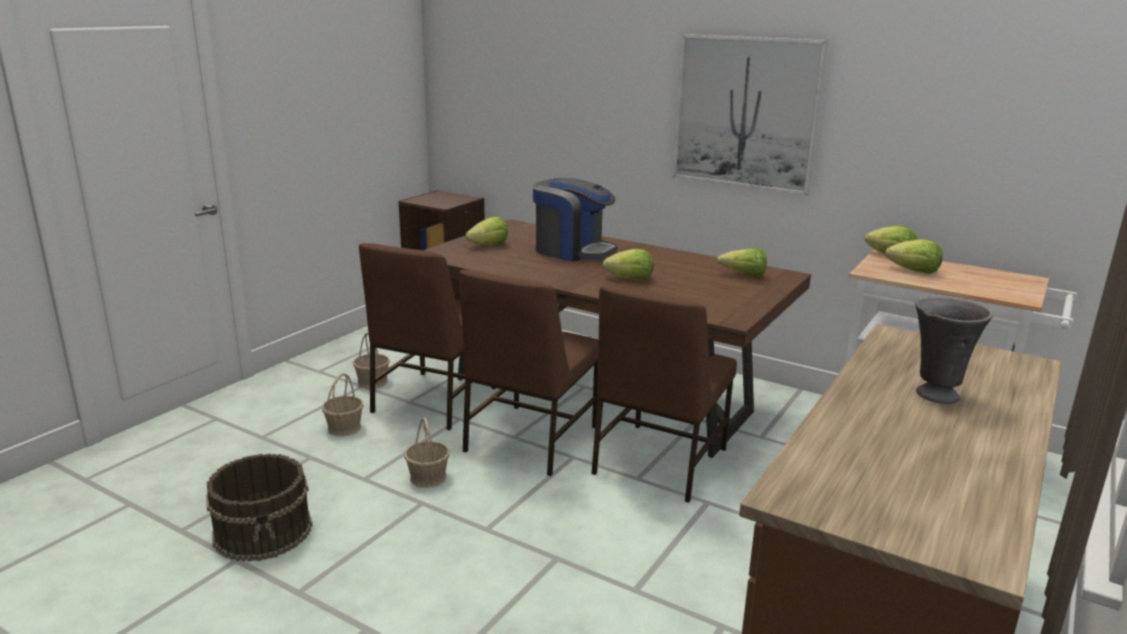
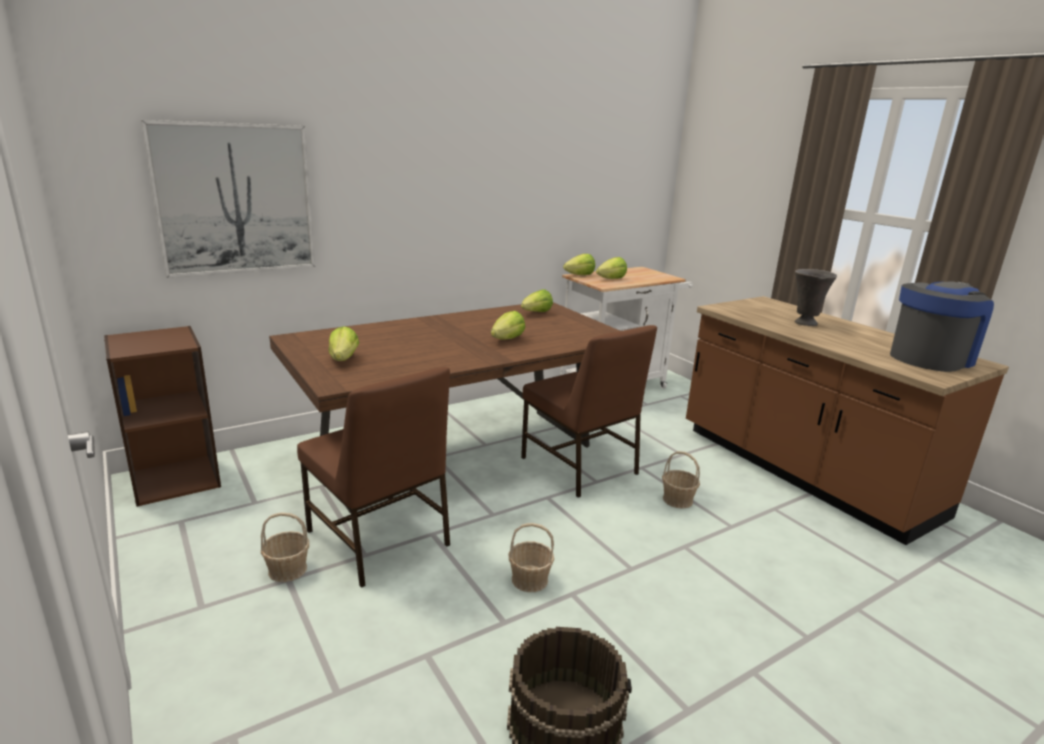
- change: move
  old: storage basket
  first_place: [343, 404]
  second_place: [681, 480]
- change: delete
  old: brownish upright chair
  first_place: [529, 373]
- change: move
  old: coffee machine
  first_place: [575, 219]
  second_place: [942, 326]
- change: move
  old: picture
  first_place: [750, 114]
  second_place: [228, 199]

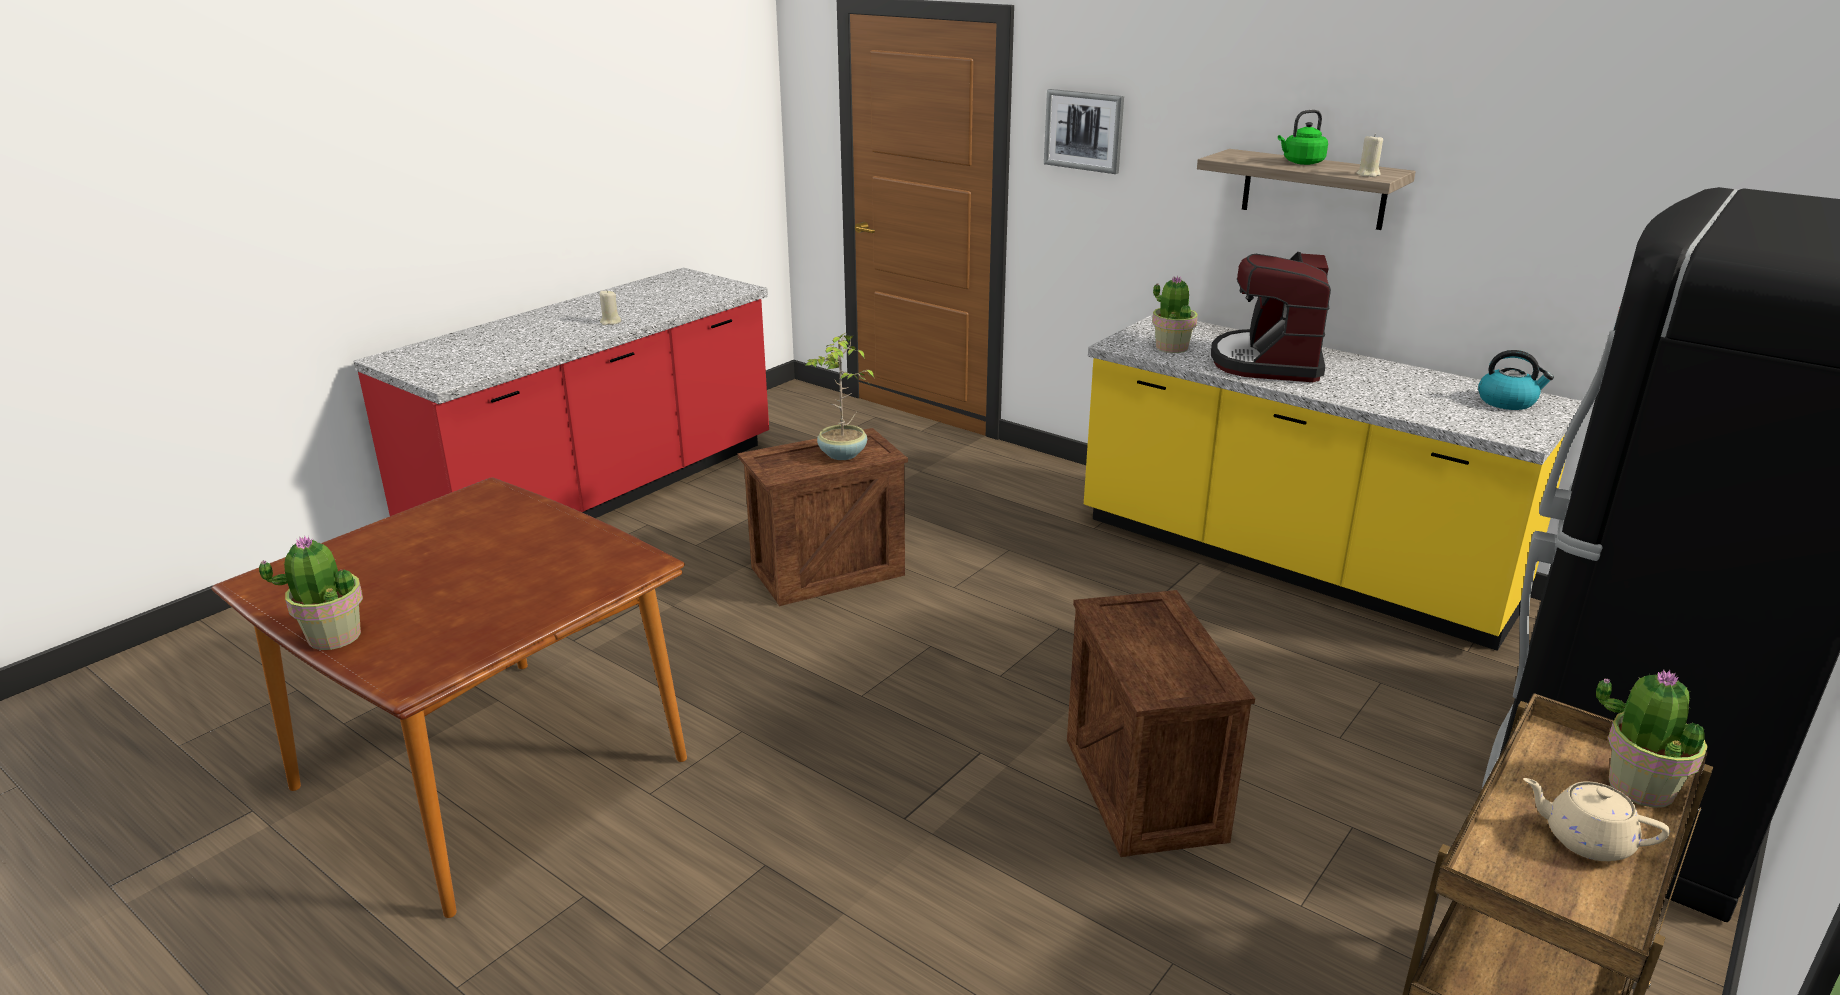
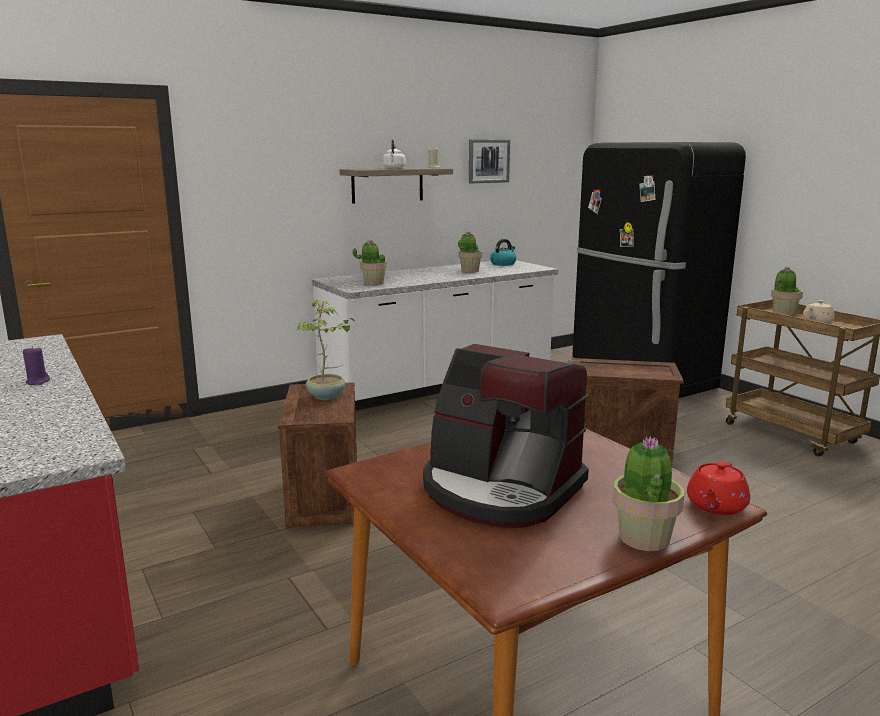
- change: recolor
  old: beige candle
  new: purplish candle
  first_place: [610, 308]
  second_place: [36, 365]
- change: move
  old: picture
  first_place: [1084, 131]
  second_place: [489, 161]
- change: recolor
  old: yellow-coloured counter
  new: whitish counter
  first_place: [1333, 482]
  second_place: [435, 335]
- change: move
  old: coffee machine
  first_place: [1271, 317]
  second_place: [506, 436]
- change: recolor
  old: greenish kettle
  new: whitish kettle
  first_place: [1303, 137]
  second_place: [394, 154]
- change: insert
  new: potted plant
  second_place: [470, 252]
- change: insert
  new: red-coloured tea pot
  second_place: [718, 488]

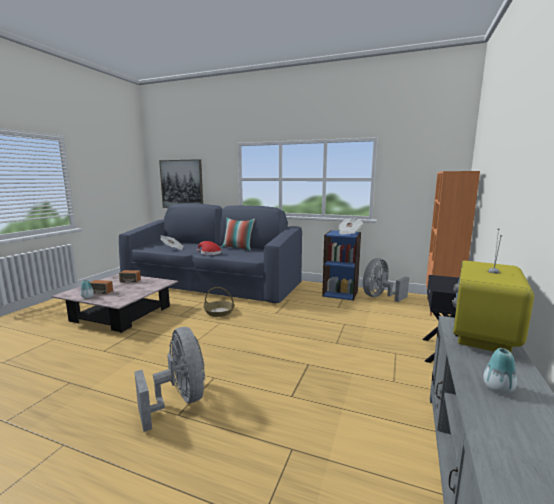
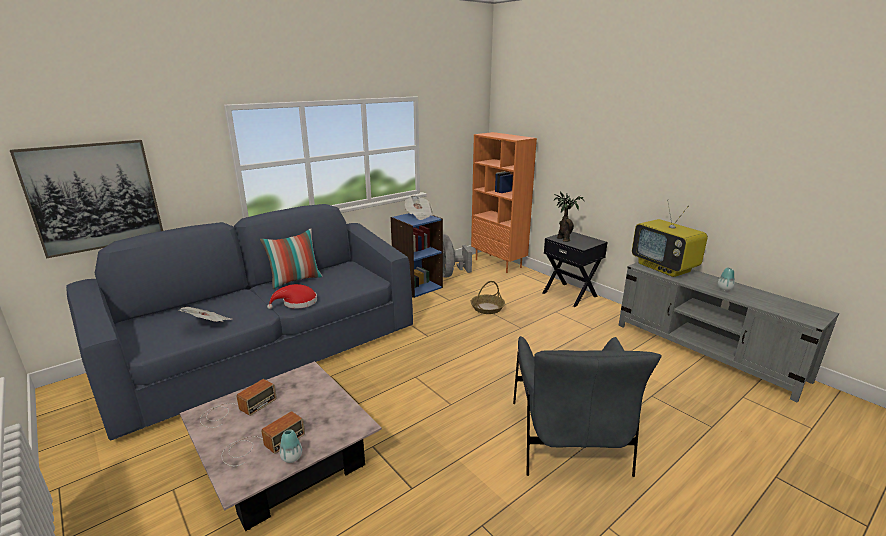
- change: replace
  old: greyish fan
  new: greyish easy chair
  first_place: [169, 379]
  second_place: [587, 406]
- change: move
  old: storage basket
  first_place: [219, 302]
  second_place: [488, 297]
- change: insert
  new: potted plant
  second_place: [568, 217]

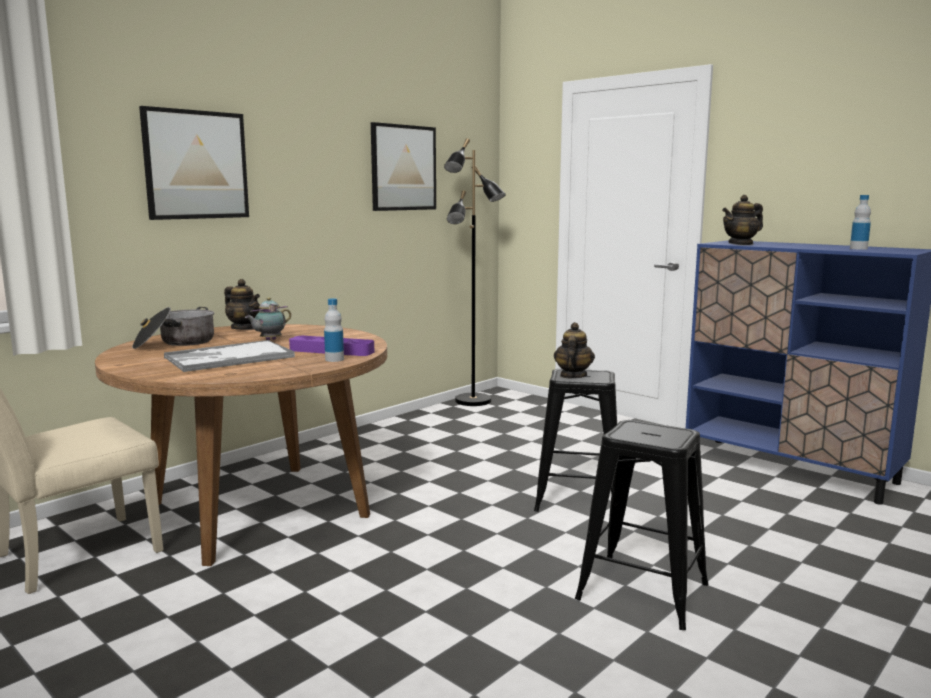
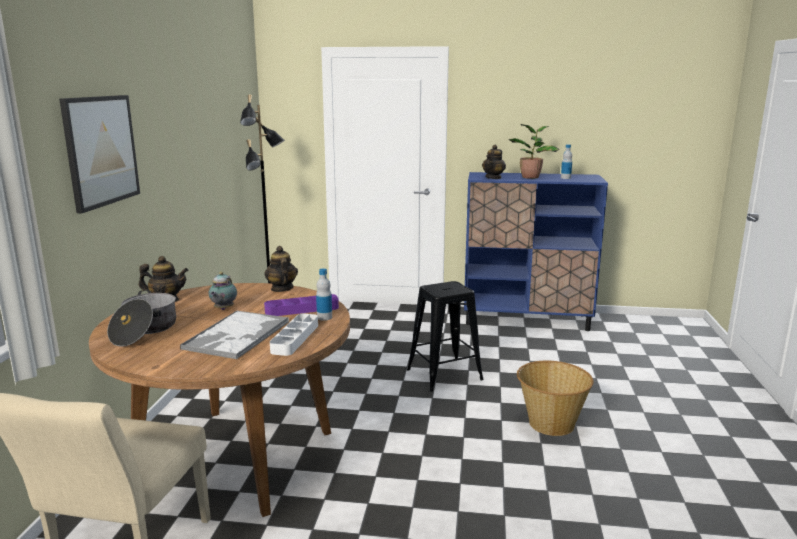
- change: delete
  old: picture
  first_place: [403, 166]
- change: move
  old: tea pot
  first_place: [574, 350]
  second_place: [281, 269]
- change: replace
  old: blackish stool seat
  new: storage basket
  first_place: [642, 525]
  second_place: [555, 398]
- change: insert
  new: whitish carrying tray
  second_place: [294, 335]
- change: insert
  new: potted plant
  second_place: [534, 151]

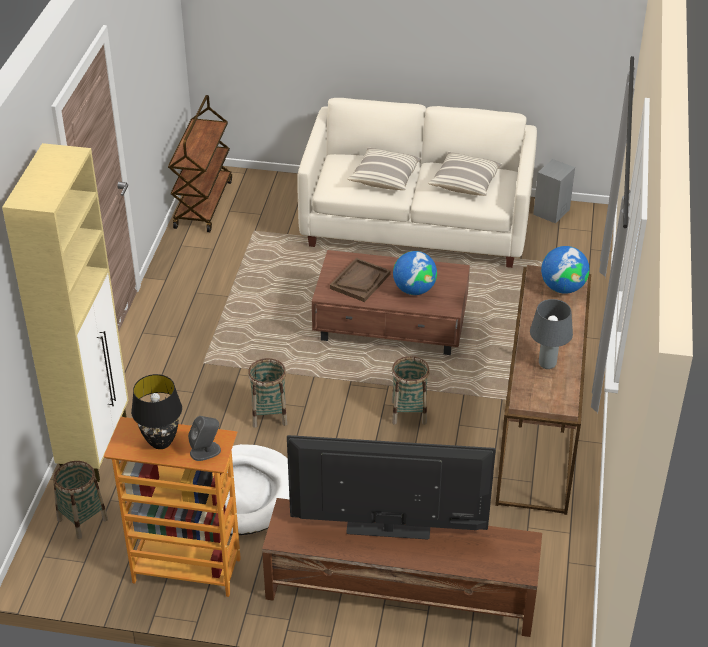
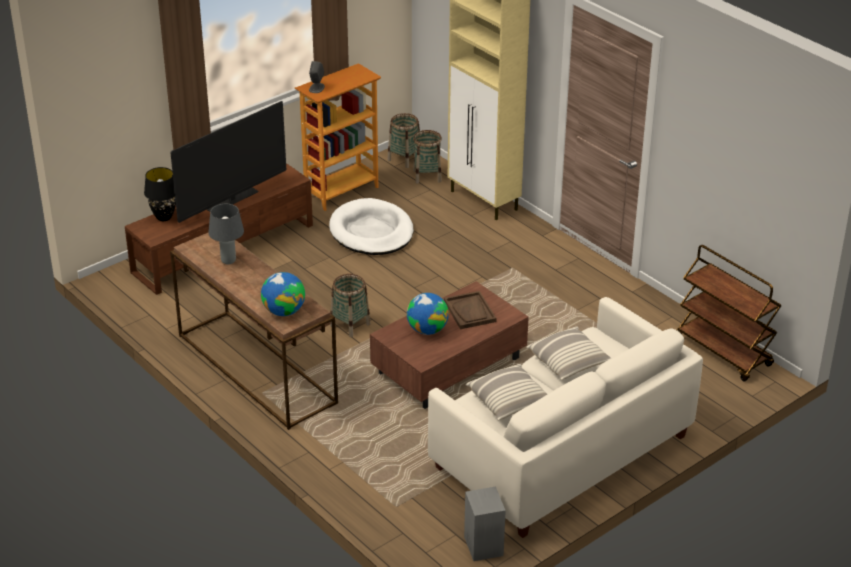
- change: move
  old: blackish lamp for a table
  first_place: [156, 411]
  second_place: [160, 194]
- change: move
  old: storage basket
  first_place: [267, 393]
  second_place: [403, 140]

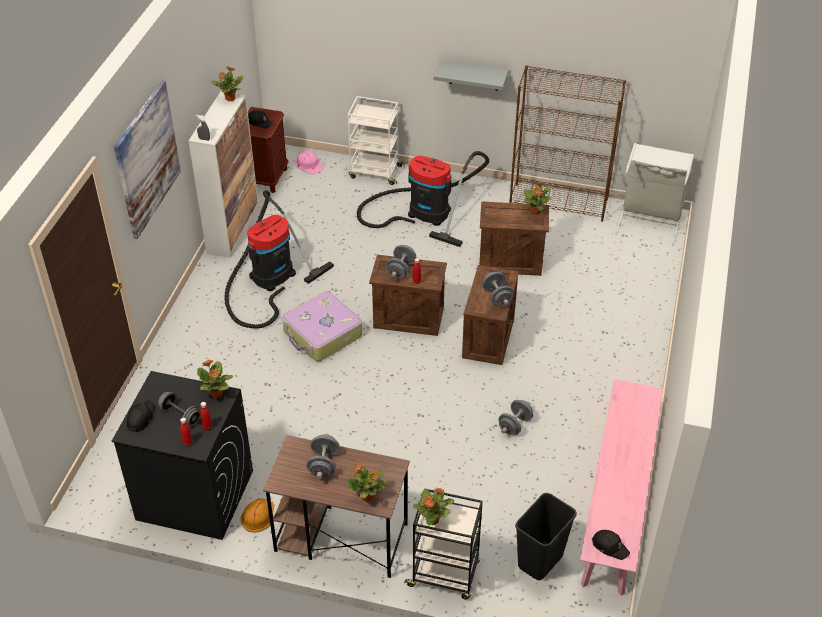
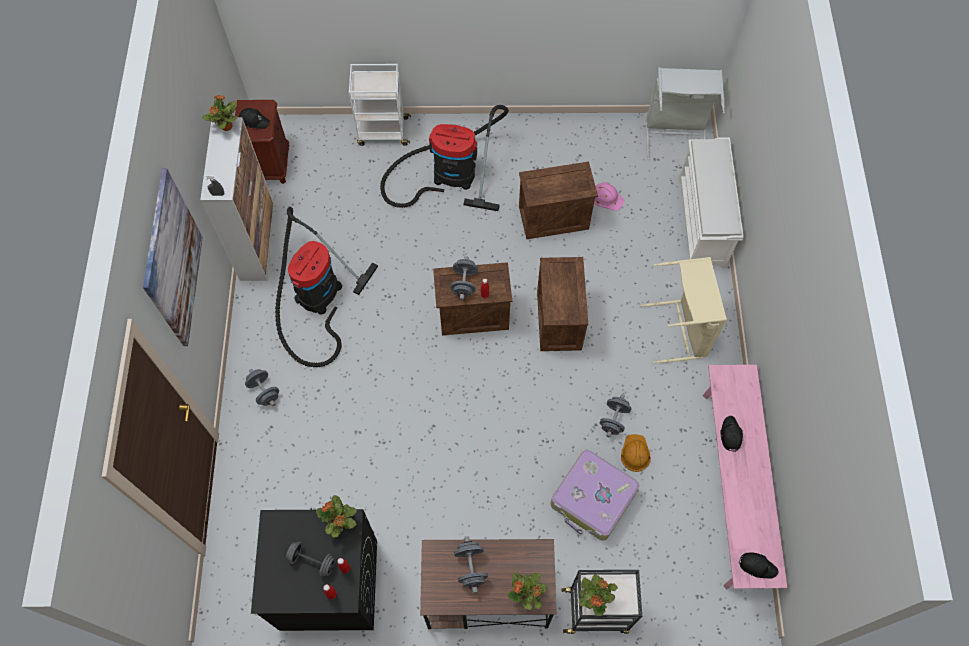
- change: move
  old: blackish peaked cap
  first_place: [141, 416]
  second_place: [731, 434]
- change: move
  old: orangey work helmet
  first_place: [257, 515]
  second_place: [636, 453]
- change: move
  old: travel case
  first_place: [322, 326]
  second_place: [595, 495]
- change: move
  old: pink-coloured work helmet
  first_place: [309, 162]
  second_place: [609, 196]
- change: delete
  old: greyish bracket shelf
  first_place: [471, 75]
- change: move
  old: greyish hand weight
  first_place: [498, 289]
  second_place: [262, 387]
- change: delete
  old: brownish bookshelf
  first_place: [567, 143]
- change: delete
  old: blackish rubbish bin
  first_place: [546, 536]
- change: delete
  old: potted plant
  first_place: [537, 198]
- change: insert
  new: beige hamper
  second_place: [683, 310]
- change: insert
  new: whitish shoe stand
  second_place: [711, 202]

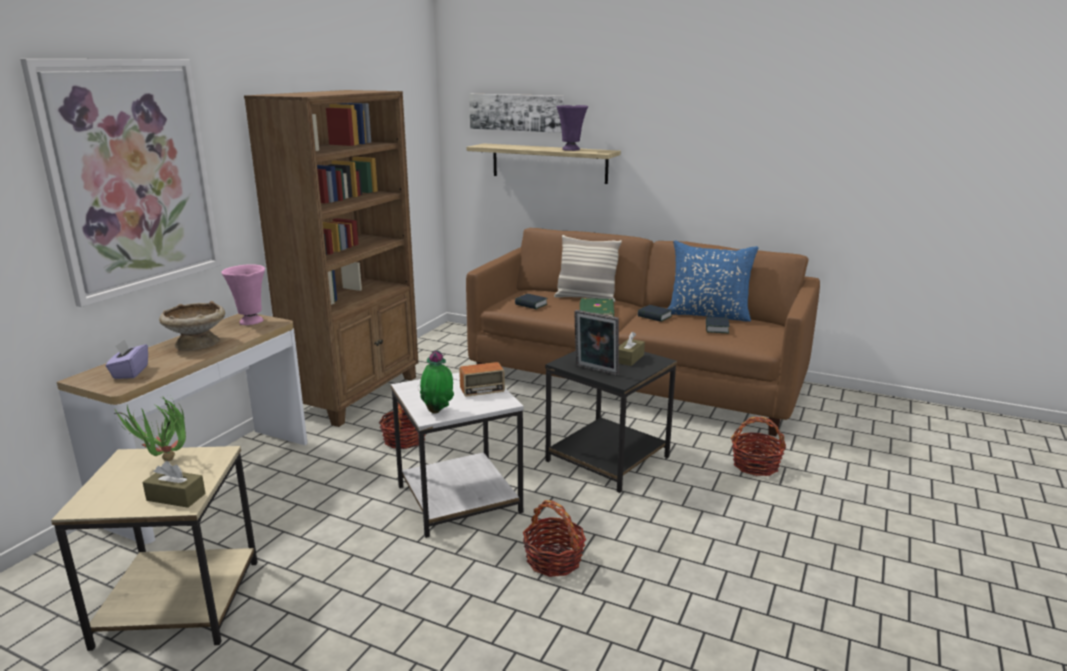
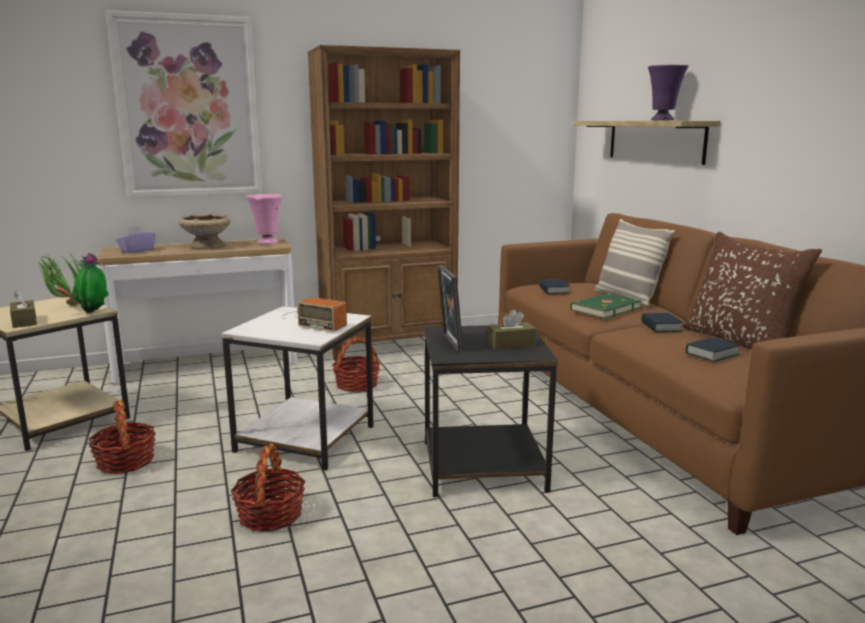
- change: move
  old: potted plant
  first_place: [437, 382]
  second_place: [91, 283]
- change: delete
  old: picture
  first_place: [516, 113]
- change: recolor
  old: blue pillow
  new: brownish pillow
  first_place: [712, 281]
  second_place: [752, 291]
- change: move
  old: storage basket
  first_place: [758, 446]
  second_place: [122, 437]

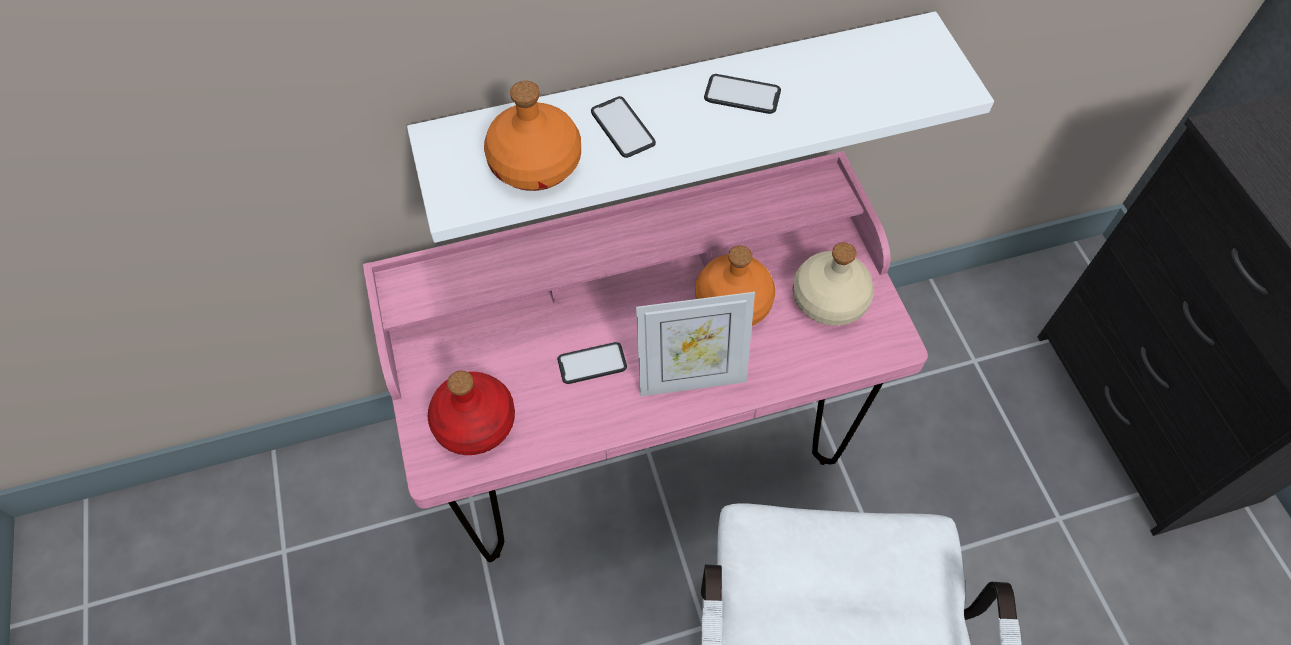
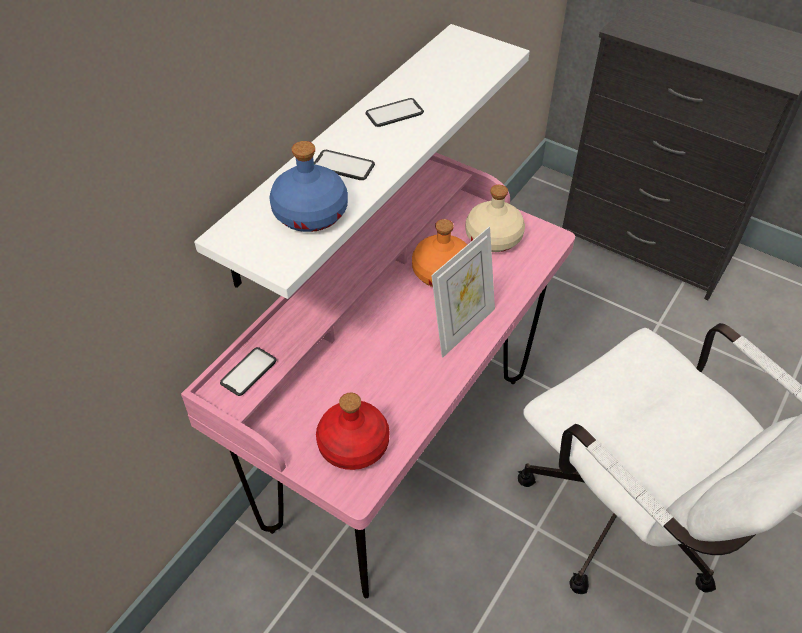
- change: recolor
  old: orangey drink bottle
  new: blue drink bottle
  first_place: [532, 136]
  second_place: [308, 186]
- change: move
  old: telephone
  first_place: [592, 363]
  second_place: [248, 371]

